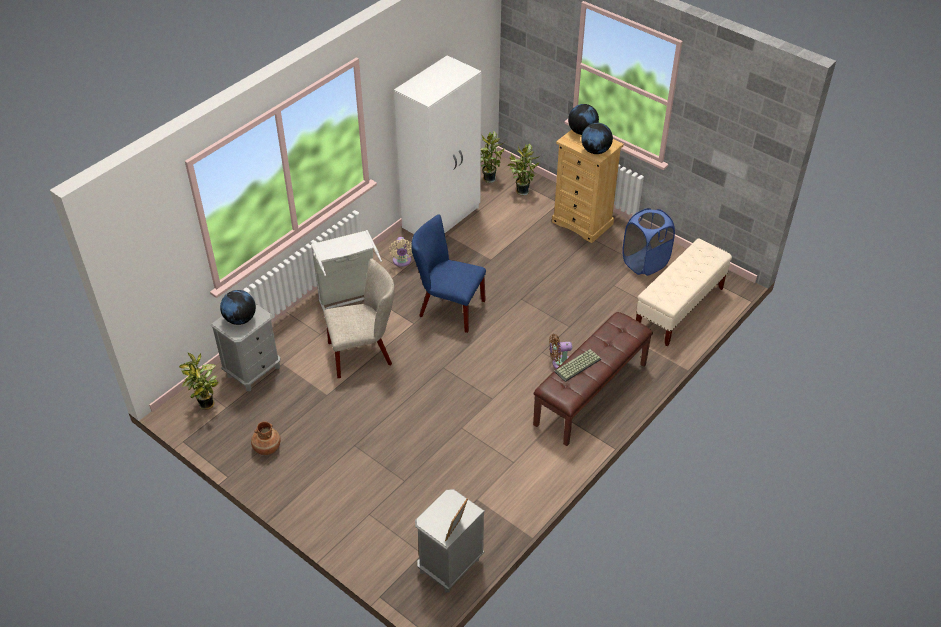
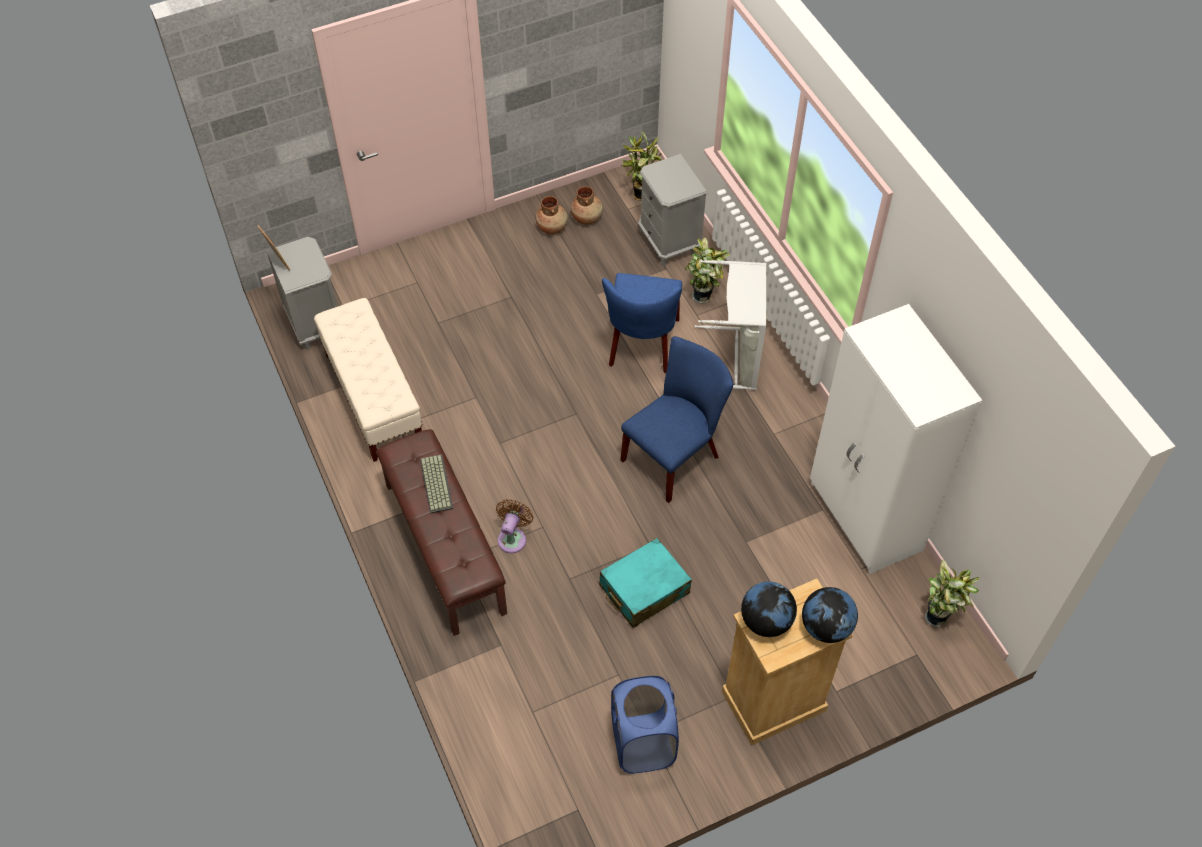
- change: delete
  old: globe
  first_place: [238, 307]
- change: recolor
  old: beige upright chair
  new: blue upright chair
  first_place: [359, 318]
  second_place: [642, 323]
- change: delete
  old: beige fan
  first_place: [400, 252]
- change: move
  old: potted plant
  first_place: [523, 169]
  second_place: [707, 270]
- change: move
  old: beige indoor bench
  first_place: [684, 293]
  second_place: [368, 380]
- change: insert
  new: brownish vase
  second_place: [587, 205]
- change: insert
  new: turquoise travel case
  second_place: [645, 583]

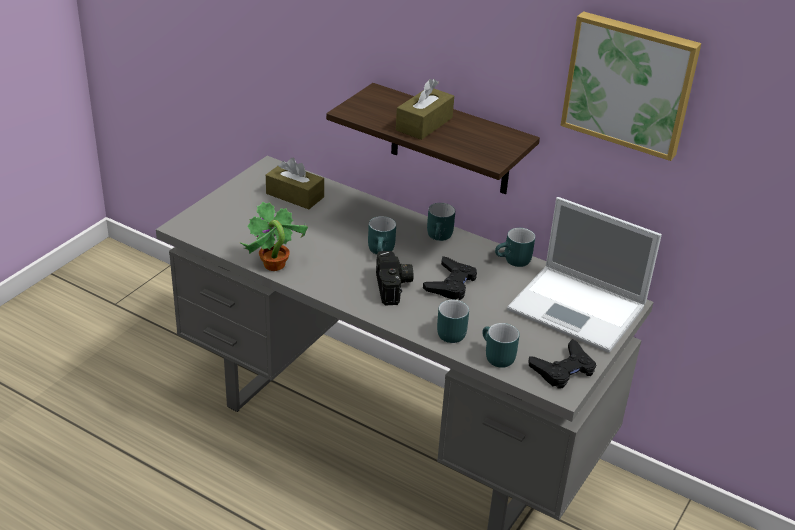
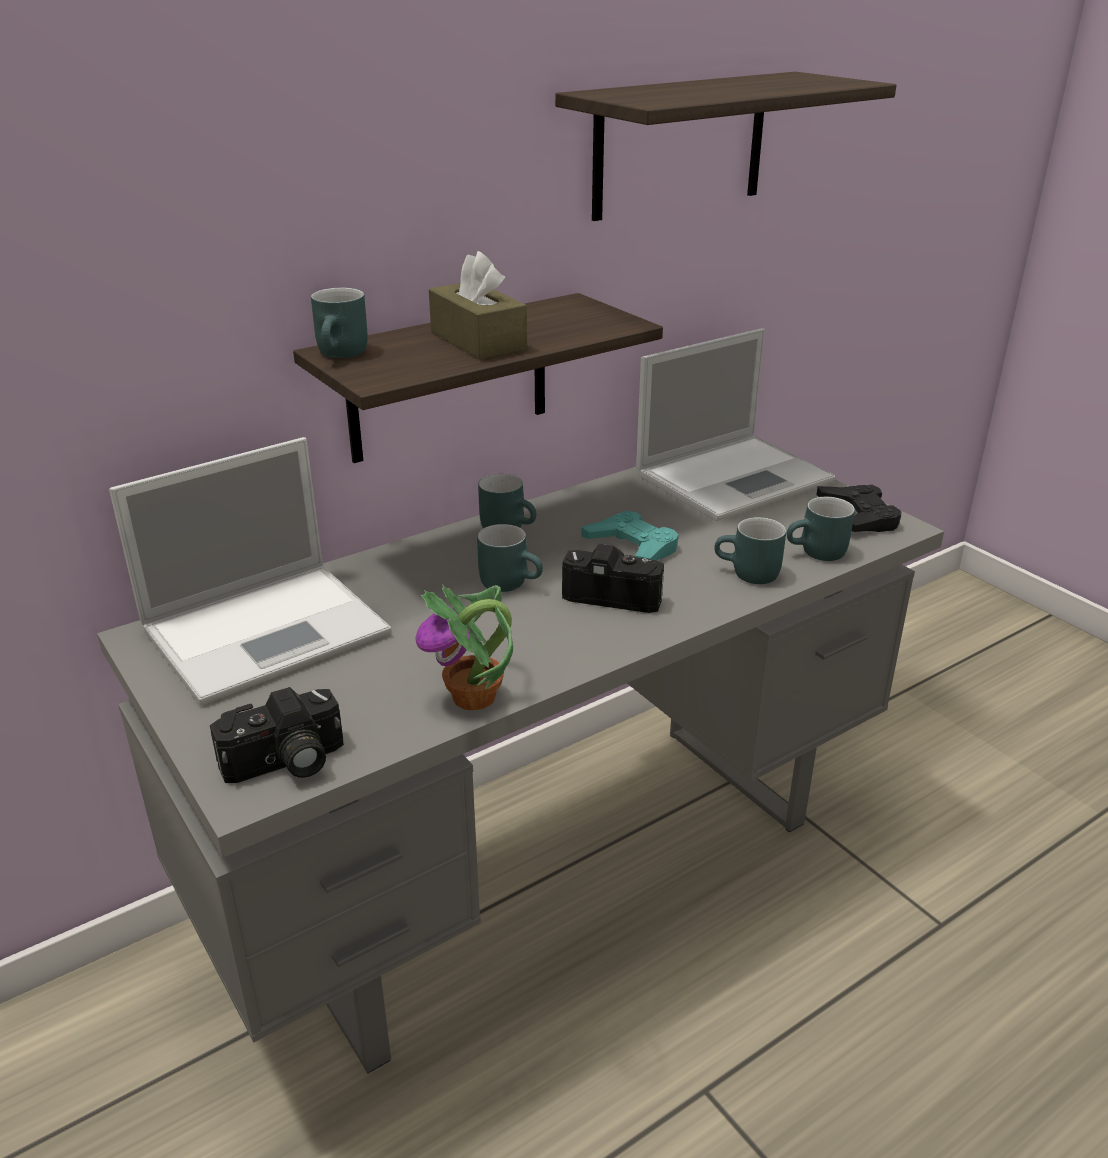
- change: replace
  old: brownish box of tissues
  new: notebook computer
  first_place: [295, 183]
  second_place: [250, 571]
- change: recolor
  old: blackish game controller
  new: turquoise game controller
  first_place: [450, 278]
  second_place: [630, 535]
- change: move
  old: turquoise mug
  first_place: [515, 247]
  second_place: [339, 323]
- change: replace
  old: picture
  new: bracket shelf
  first_place: [630, 86]
  second_place: [726, 146]
- change: insert
  new: still camera
  second_place: [277, 735]

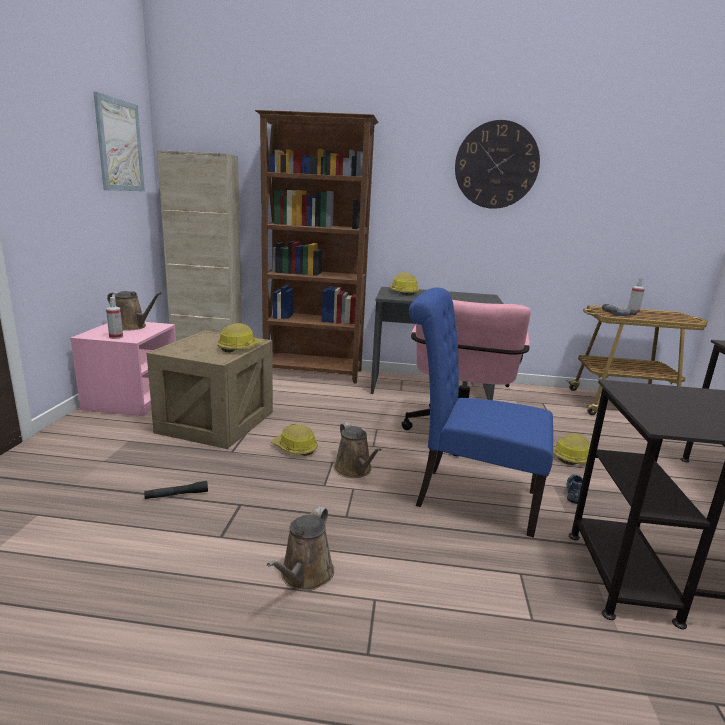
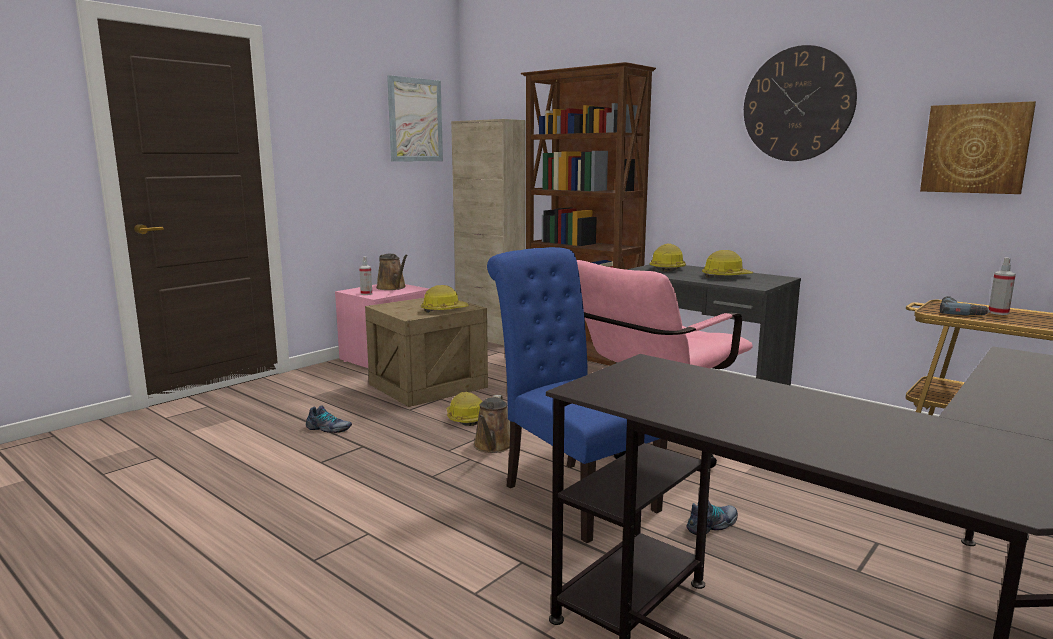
- change: replace
  old: blackish torch
  new: low shoe
  first_place: [176, 490]
  second_place: [329, 419]
- change: delete
  old: brownish watering pot
  first_place: [300, 548]
- change: move
  old: work helmet
  first_place: [571, 449]
  second_place: [728, 264]
- change: insert
  new: picture
  second_place: [978, 147]

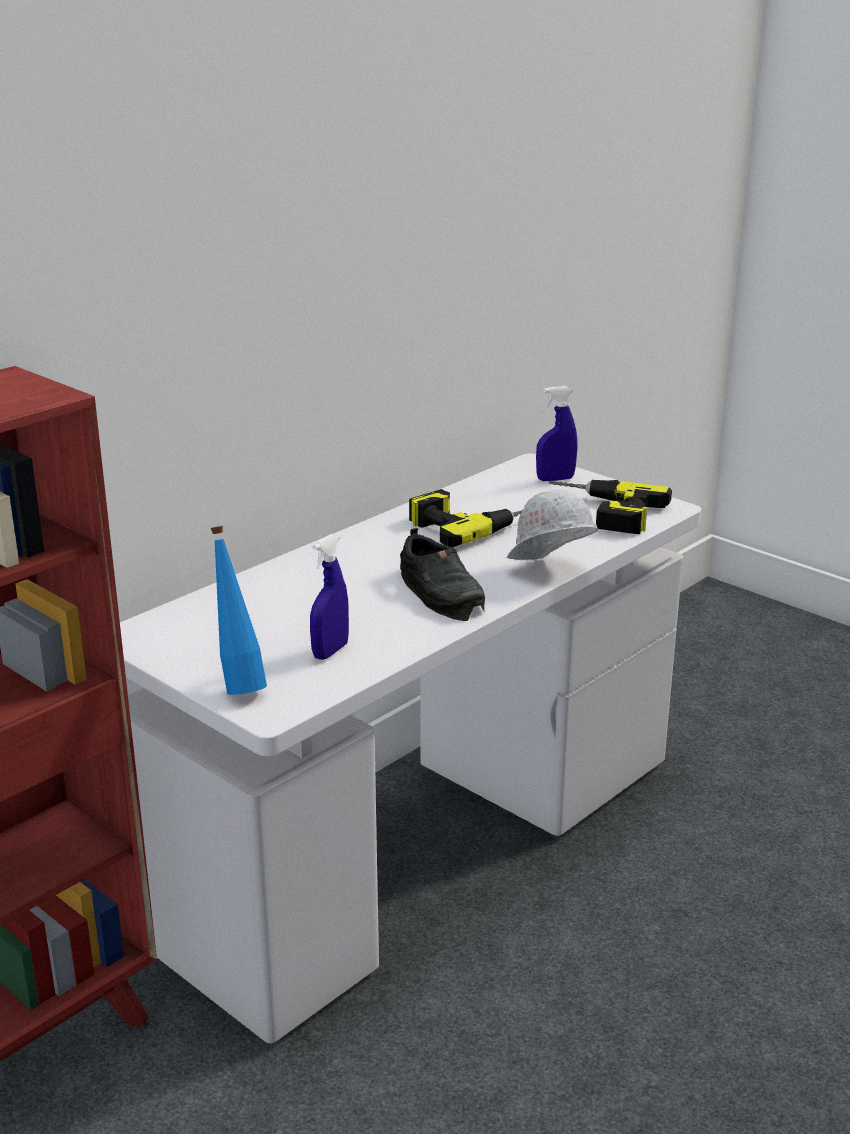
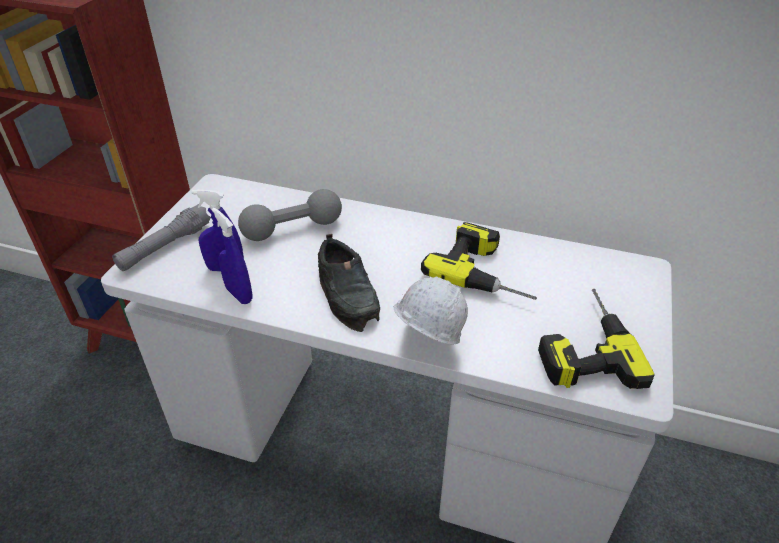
- change: replace
  old: blue drink bottle
  new: greyish torch
  first_place: [239, 610]
  second_place: [161, 237]
- change: rotate
  old: blackish low shoe
  first_place: [442, 574]
  second_place: [349, 283]
  degrees: -60
- change: move
  old: blue spray bottle
  first_place: [556, 433]
  second_place: [232, 256]
- change: insert
  new: greyish hand weight
  second_place: [290, 215]

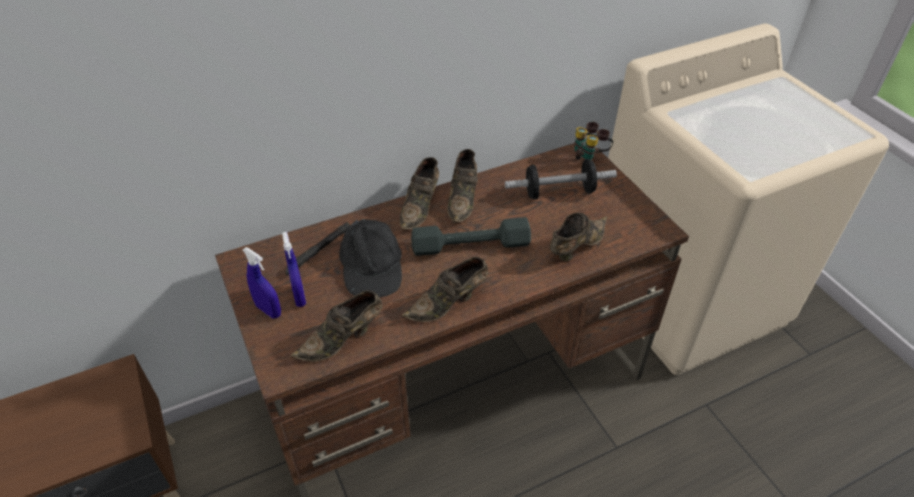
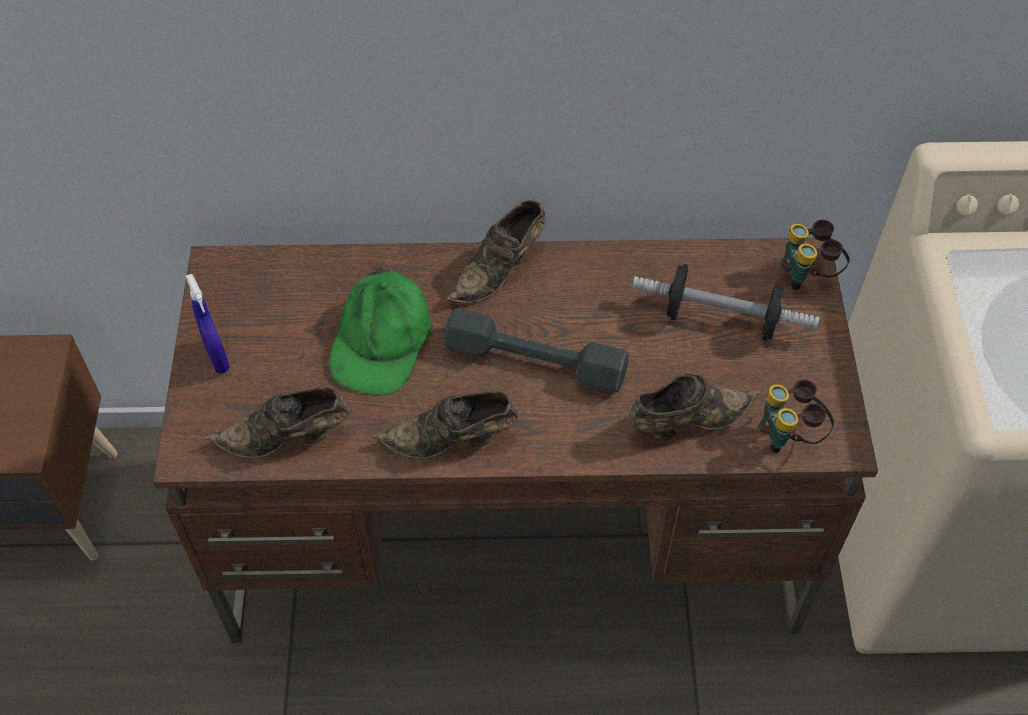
- change: delete
  old: blue spray bottle
  first_place: [294, 269]
- change: delete
  old: blackish torch
  first_place: [318, 249]
- change: recolor
  old: blackish peaked cap
  new: greenish peaked cap
  first_place: [370, 258]
  second_place: [380, 331]
- change: delete
  old: brownish low shoe
  first_place: [462, 186]
- change: insert
  new: field glasses
  second_place: [796, 416]

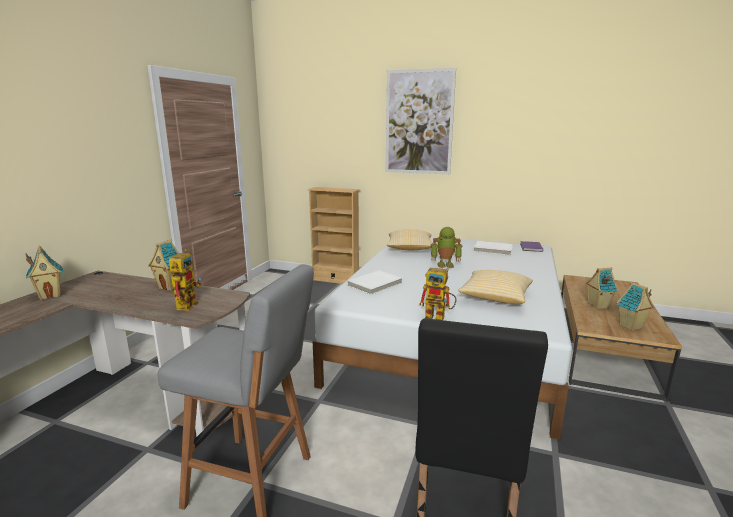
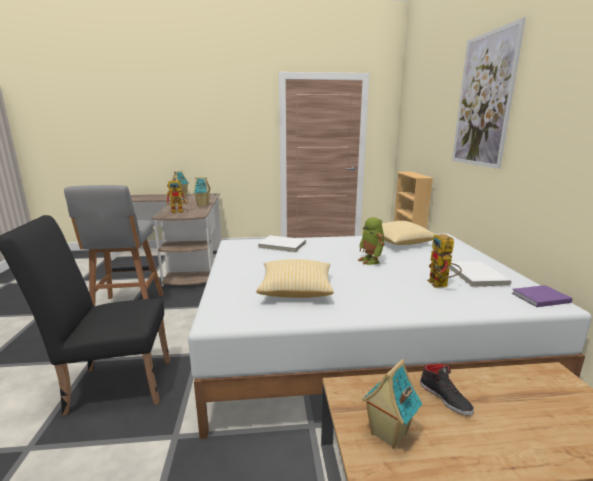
- change: move
  old: toy robot
  first_place: [438, 294]
  second_place: [444, 261]
- change: replace
  old: miniature house
  new: blackish low shoe
  first_place: [601, 288]
  second_place: [447, 389]

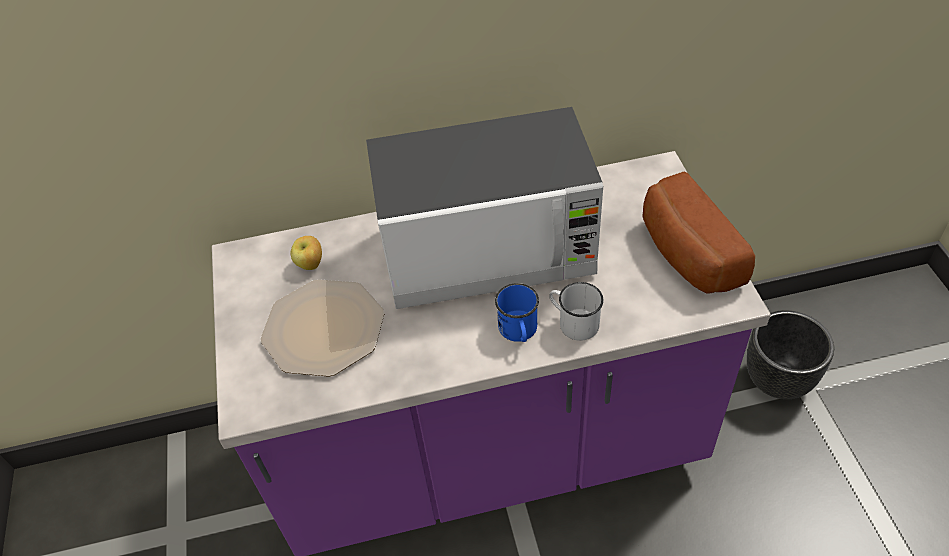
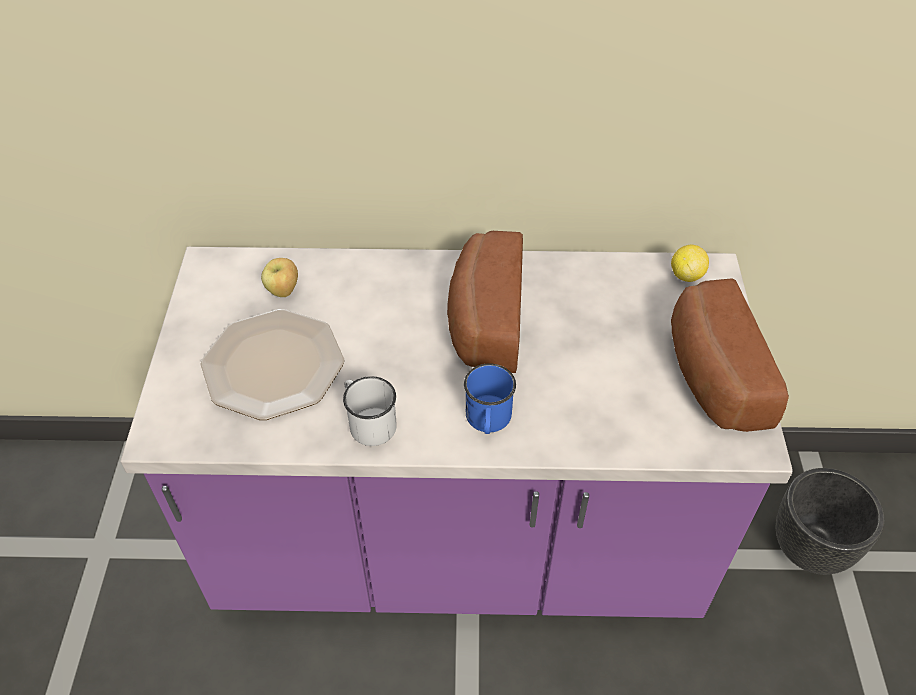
- change: replace
  old: microwave
  new: baked bread
  first_place: [484, 208]
  second_place: [485, 302]
- change: move
  old: whitish mug
  first_place: [576, 311]
  second_place: [370, 411]
- change: insert
  new: whole lemon
  second_place: [690, 263]

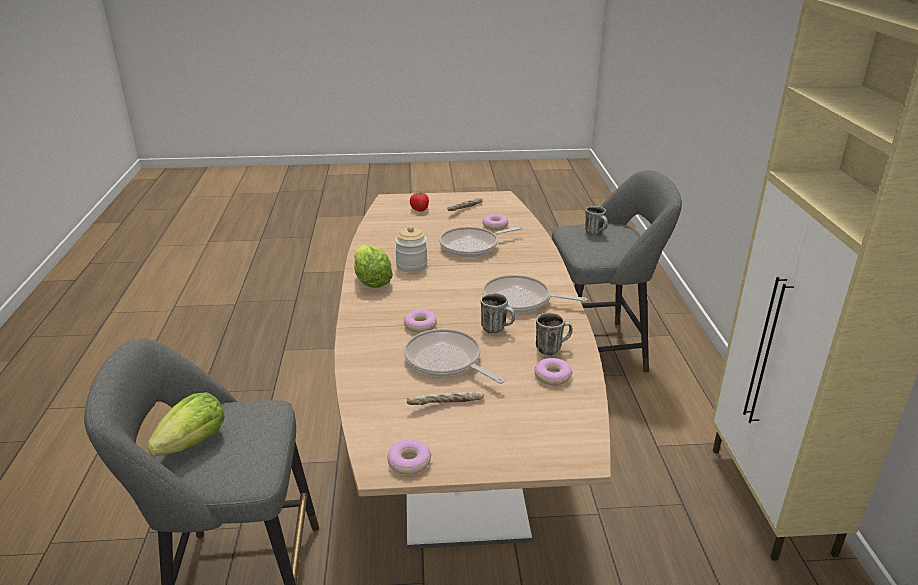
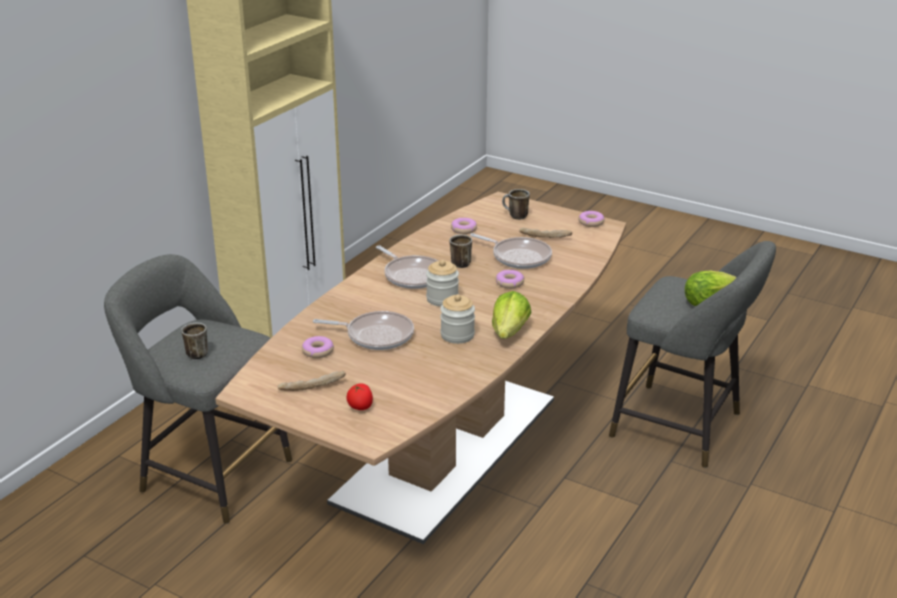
- change: rotate
  old: pan
  first_place: [454, 356]
  second_place: [511, 251]
  degrees: -45
- change: move
  old: mug
  first_place: [554, 333]
  second_place: [516, 204]
- change: insert
  new: preserve jar
  second_place: [442, 283]

